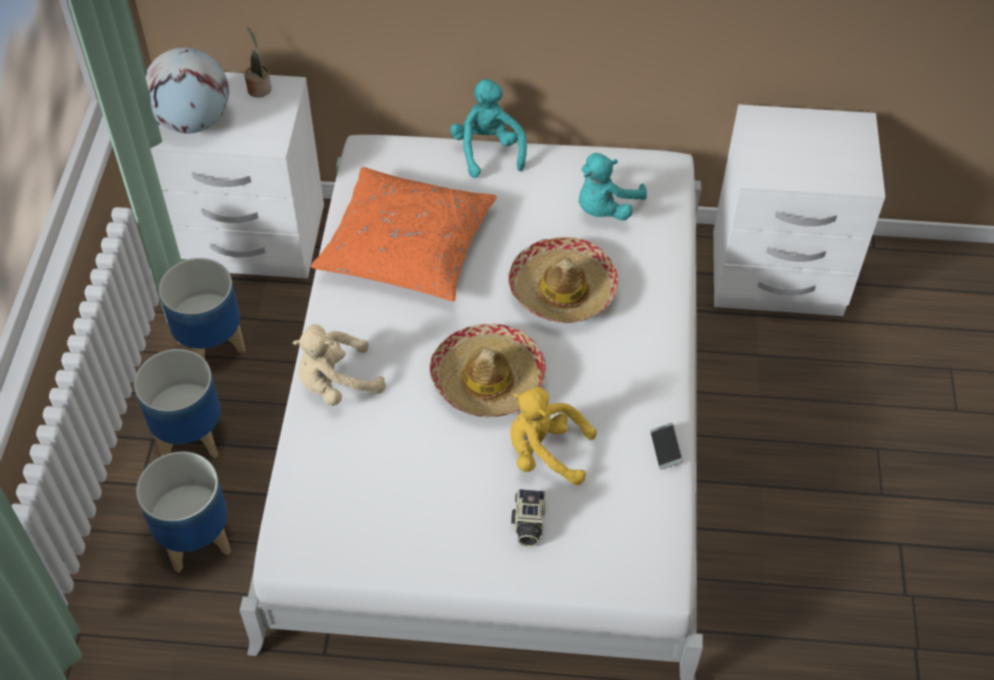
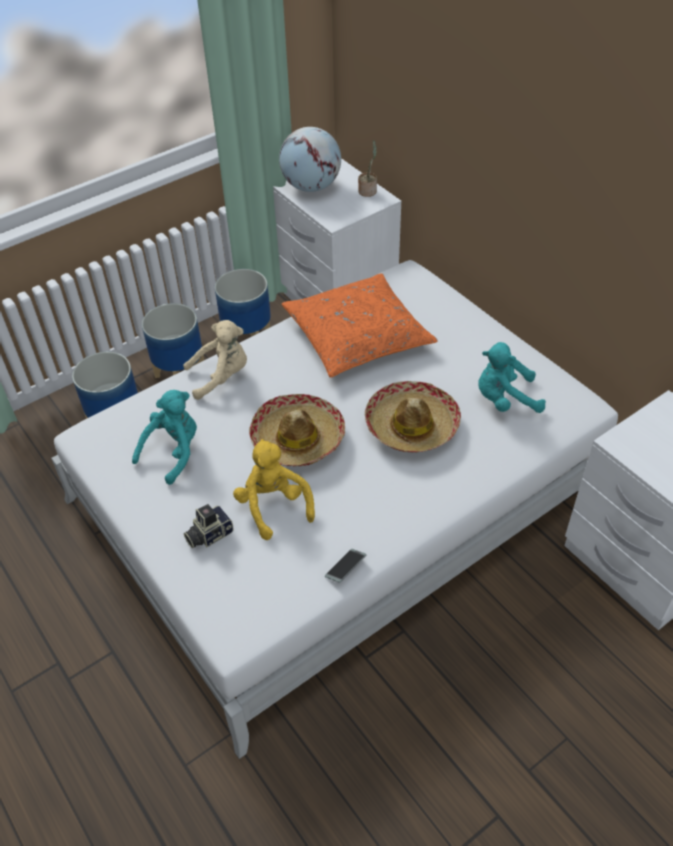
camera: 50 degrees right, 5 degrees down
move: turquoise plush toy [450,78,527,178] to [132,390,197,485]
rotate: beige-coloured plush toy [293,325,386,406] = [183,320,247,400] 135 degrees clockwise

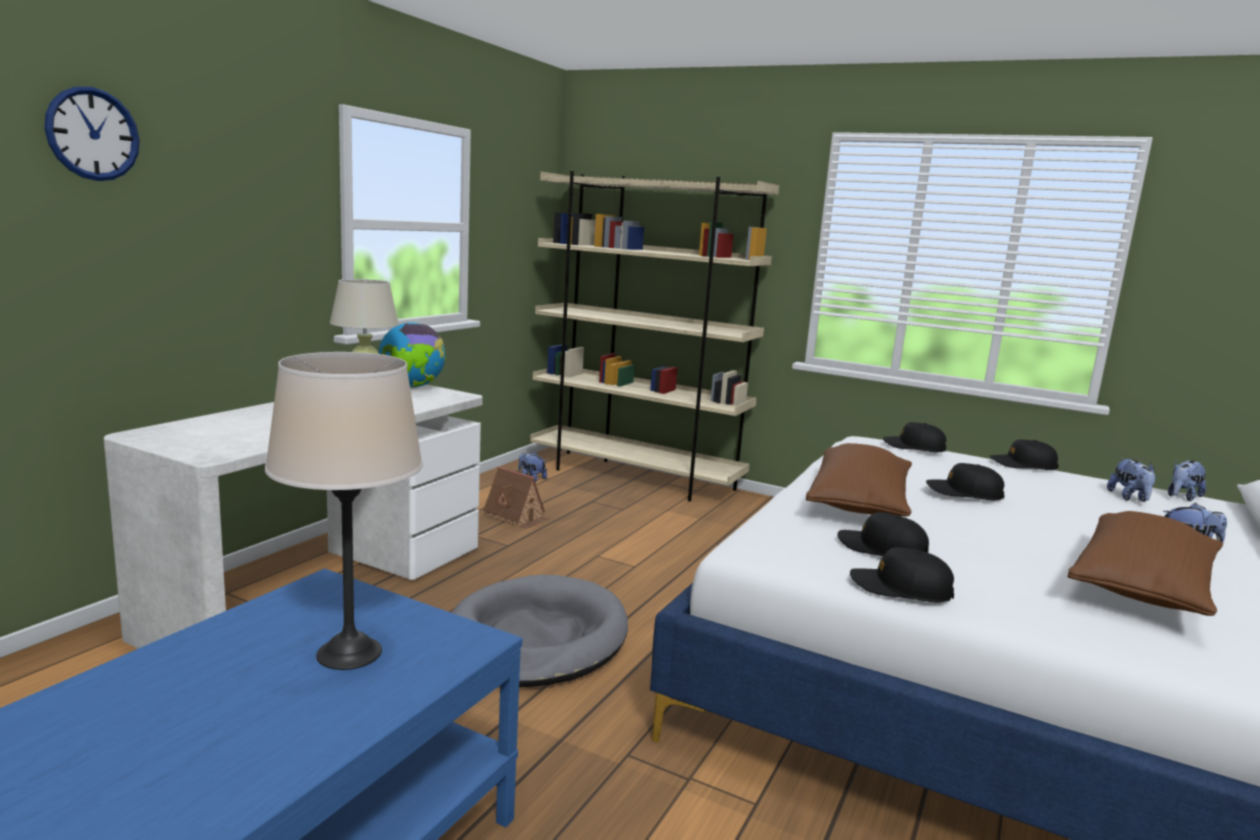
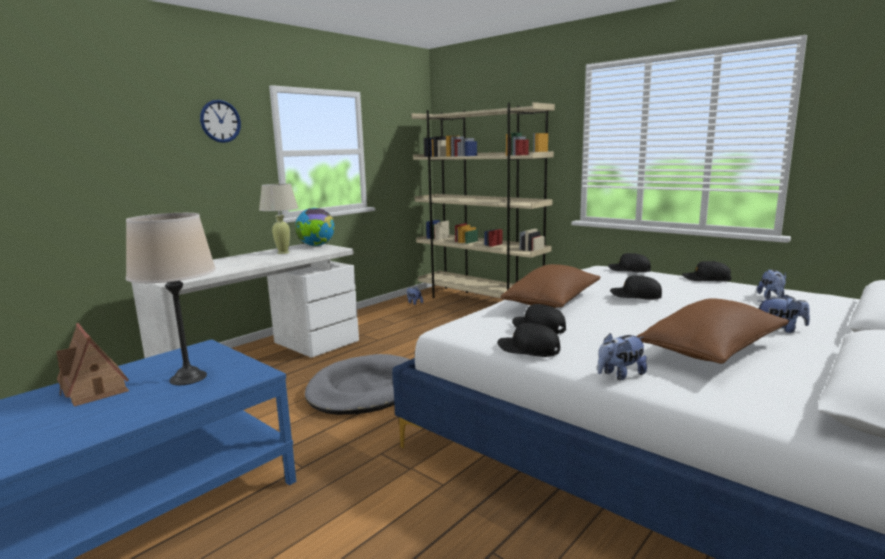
camera: 15 degrees right, 0 degrees up
move: clock on the wall [45,87,140,181] to [200,100,241,143]; plush toy [1168,460,1206,501] to [598,333,647,380]; model house [483,466,549,529] to [56,323,129,407]

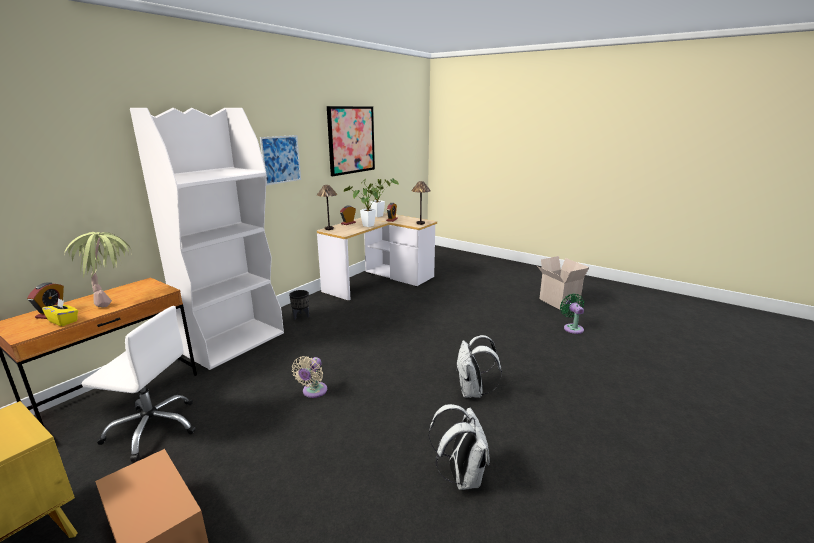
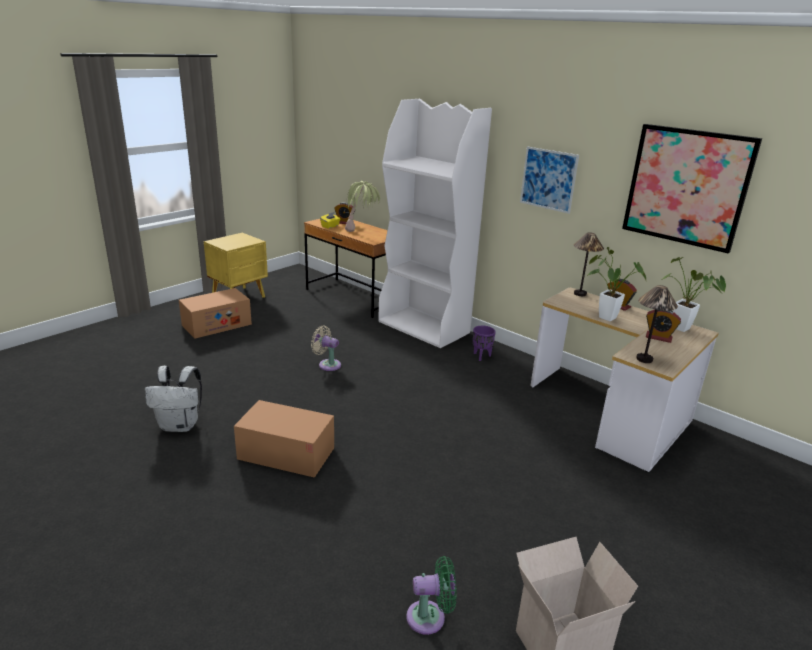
camera: 95 degrees right, 5 degrees up
delete: white-coloured computer chair [82,306,196,462]
replace: white-coloured backpack [456,335,502,398] to cardboard box [234,400,334,478]
recolor: black-coloured planter [289,290,309,319] to purple planter [473,326,496,361]

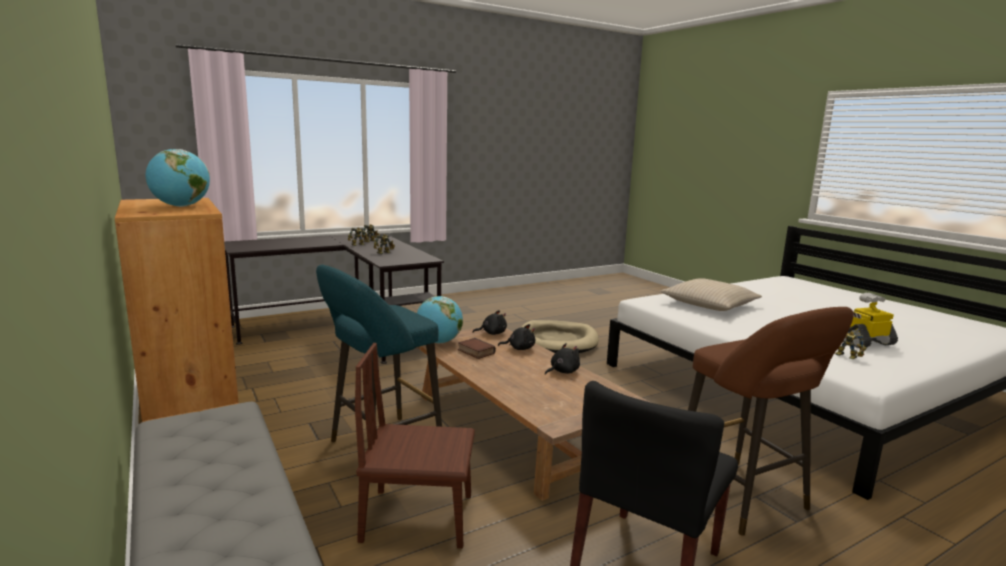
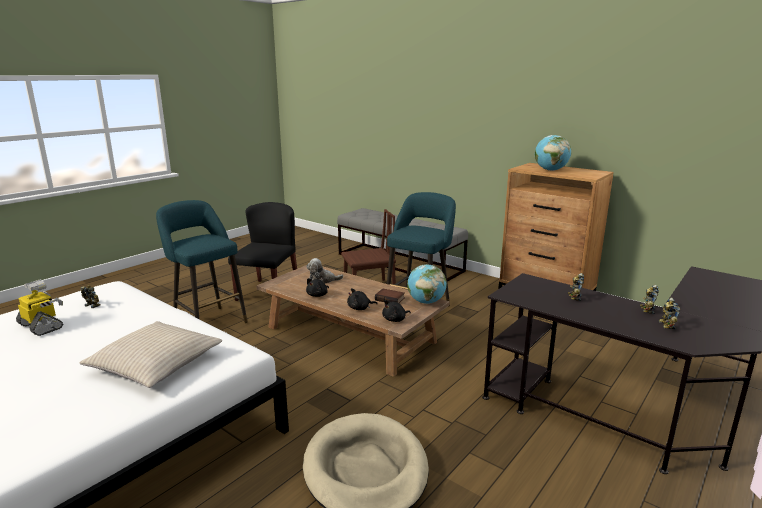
camera: 160 degrees right, 5 degrees up
insert: plush toy [306,258,343,284]
recolor: brown stool [688,307,854,536] to turquoise stool [156,200,248,323]
rotate: model robot [843,293,898,348] = [16,279,63,336] 105 degrees counterclockwise

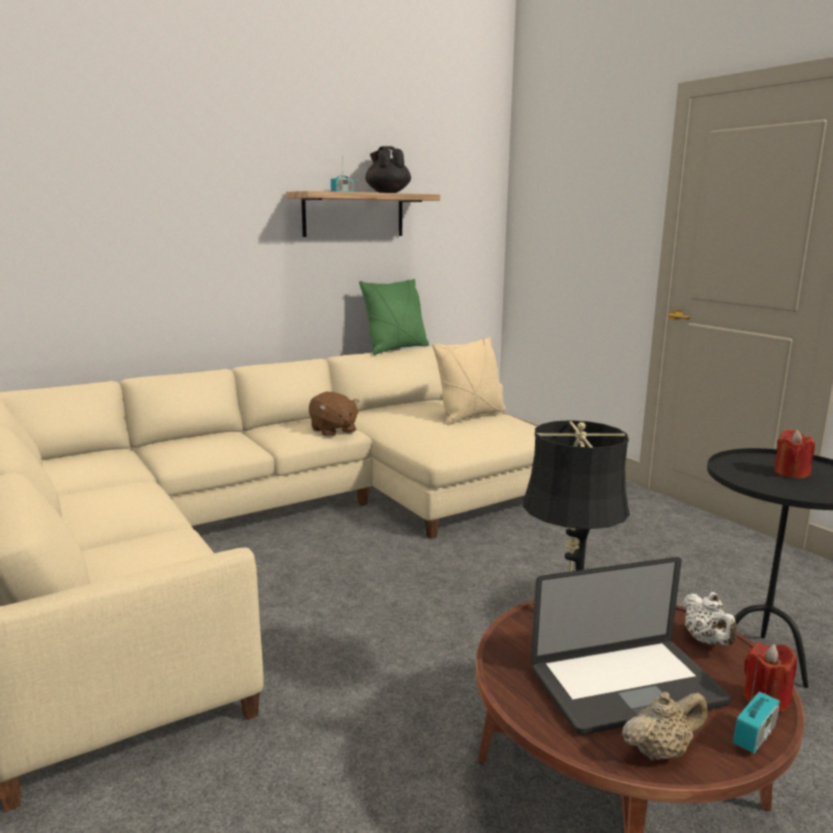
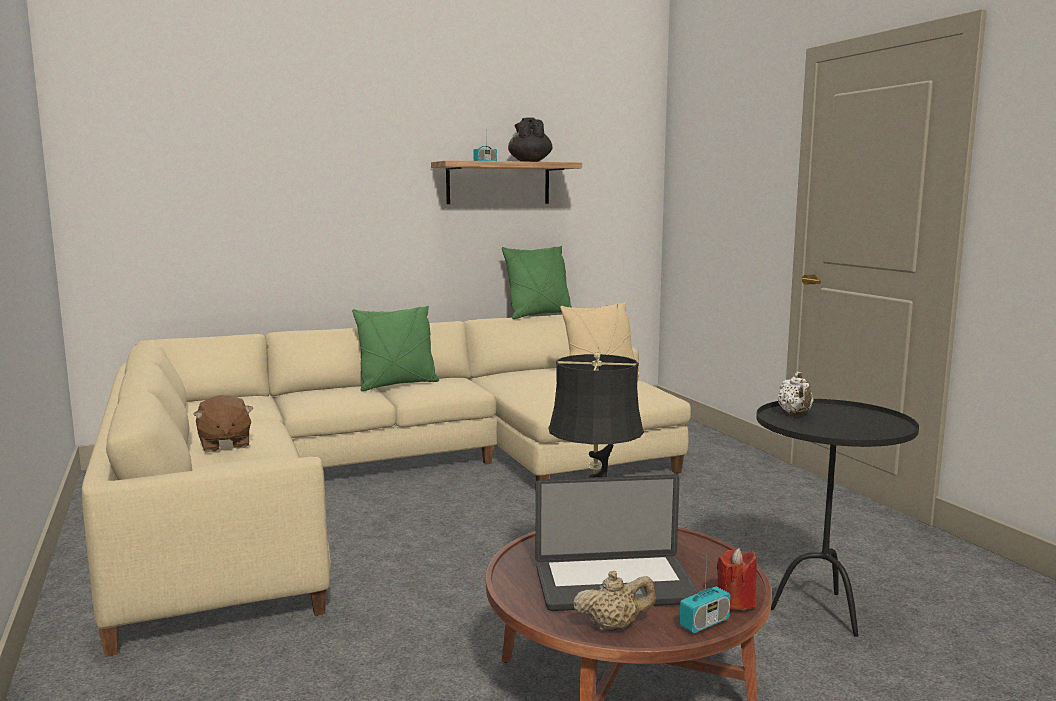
camera: 10 degrees right, 5 degrees down
delete: reddish wax light [775,429,815,478]
insert: green cushion [352,306,439,391]
move: brown plush toy [309,392,360,437] to [193,395,254,452]; white-coloured pot for tea [683,592,737,646] to [778,372,813,415]

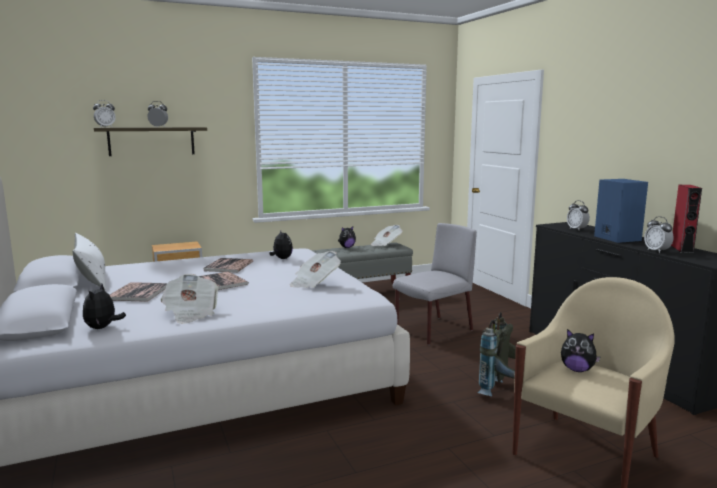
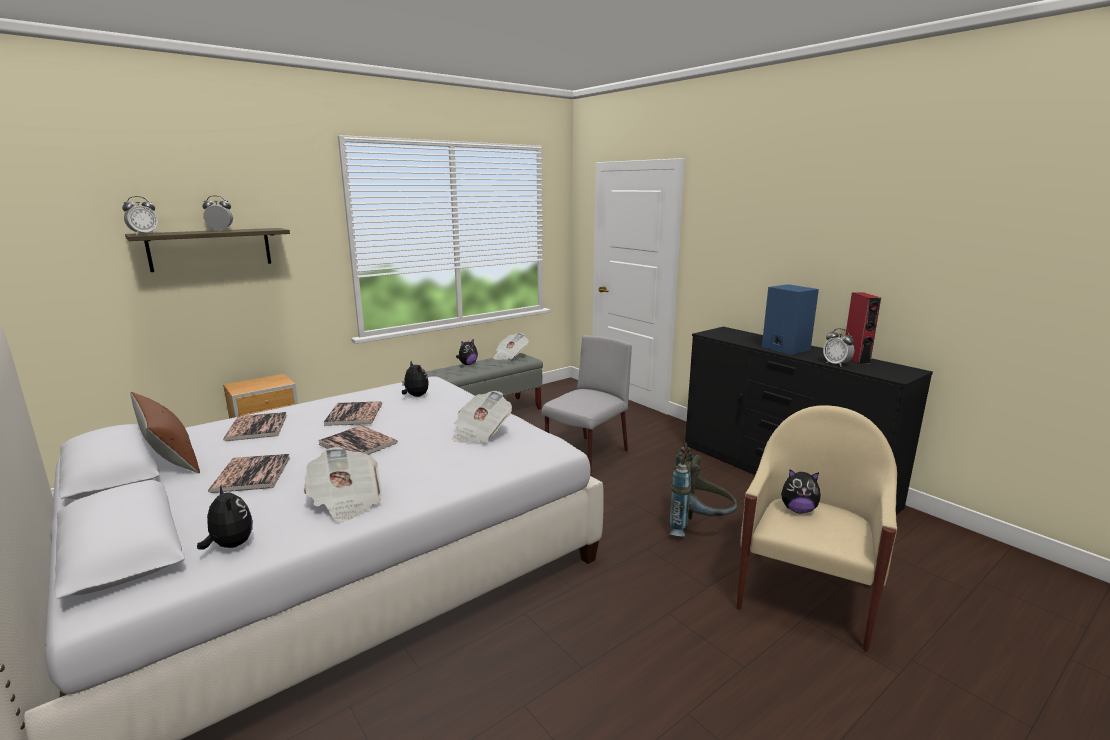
camera: 15 degrees left, 5 degrees up
delete: table clock [567,200,590,230]
insert: volume [223,412,287,441]
recolor: white-coloured cushion [72,233,106,290] to brown cushion [130,392,200,474]
rotate: plush toy [83,284,126,329] = [197,485,253,550] 150 degrees clockwise

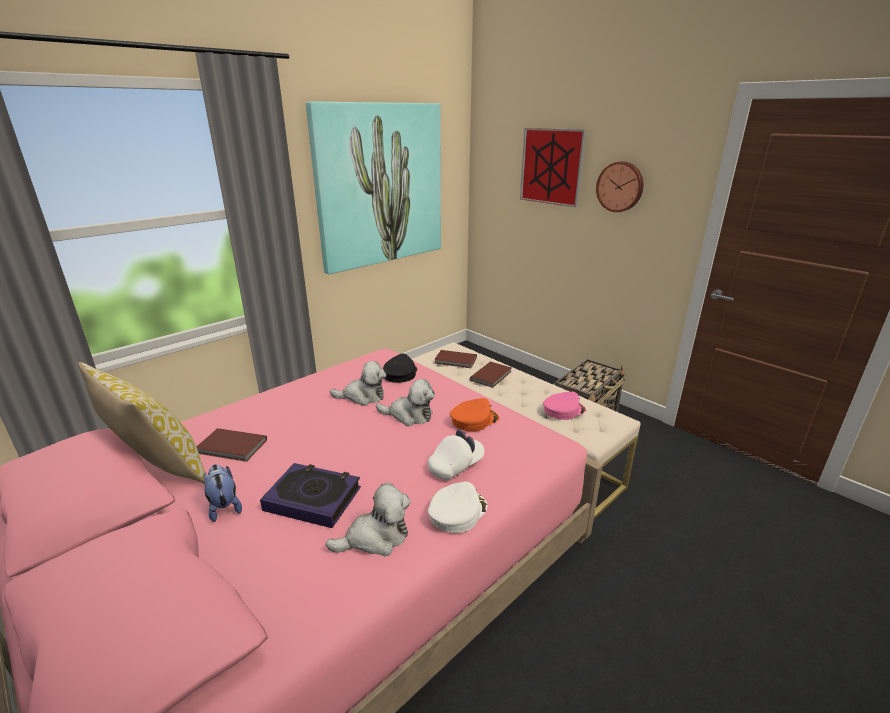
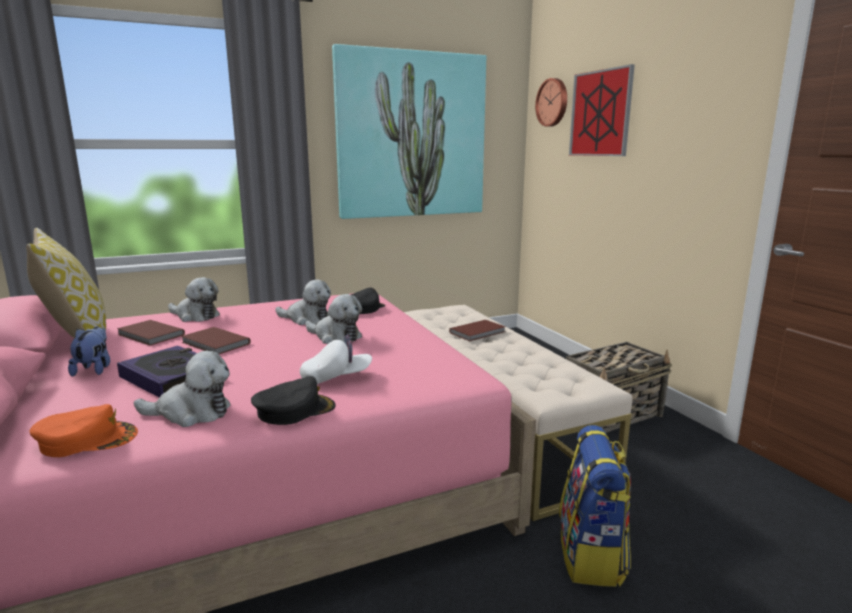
camera: 20 degrees right, 10 degrees down
delete: pink baseball cap [543,392,586,420]
insert: plush toy [168,277,220,322]; backpack [559,425,631,587]
move: clock on the wall [596,161,643,212] to [535,78,567,127]; brown volume [434,350,477,368] to [181,327,251,354]; orangey baseball cap [450,398,499,432] to [30,404,138,457]
recolor: white-coloured baseball cap [428,481,488,533] to black-coloured baseball cap [251,376,336,425]

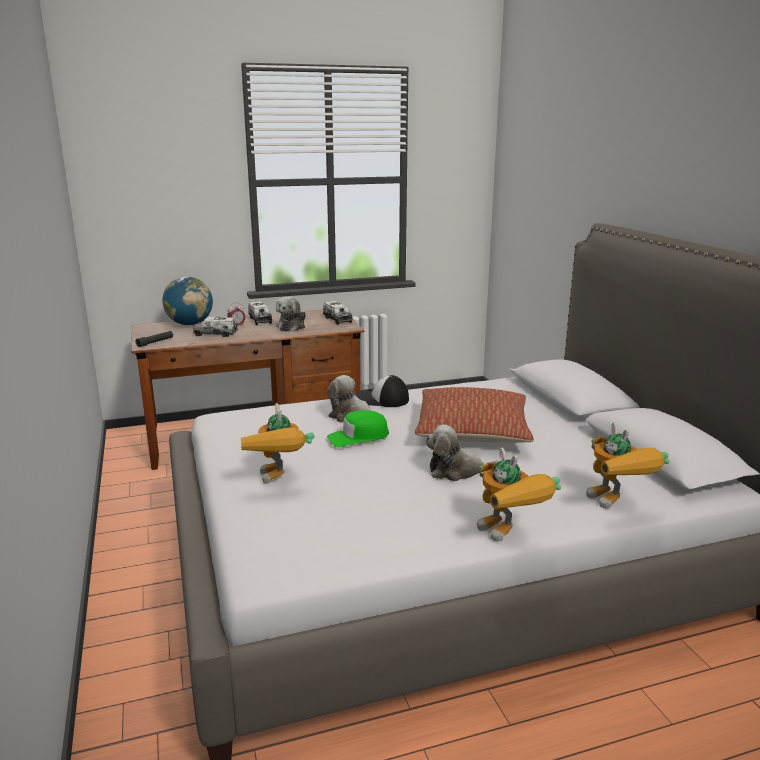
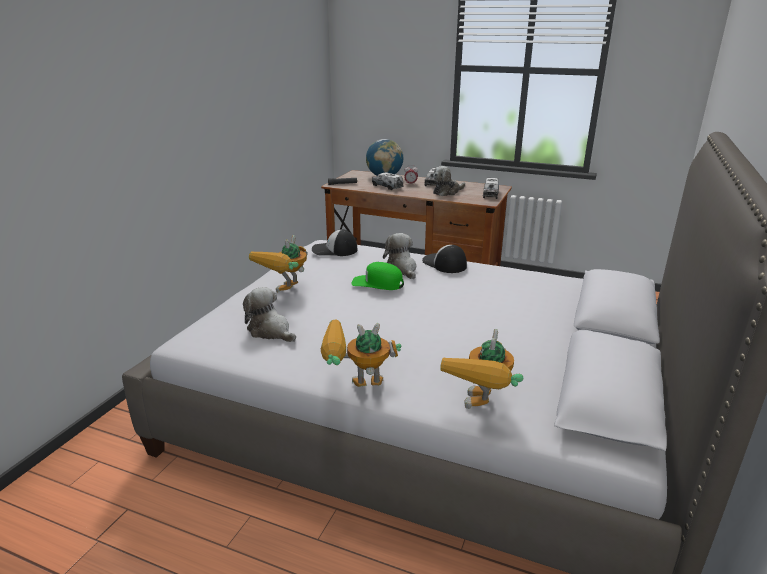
camera: 40 degrees right, 5 degrees up
delete: cushion [415,387,534,443]
insert: baseball cap [312,229,357,256]
move: plush toy [426,425,499,481] to [243,287,296,342]
rotate: model robot [477,448,561,542] = [321,319,401,387] 75 degrees clockwise

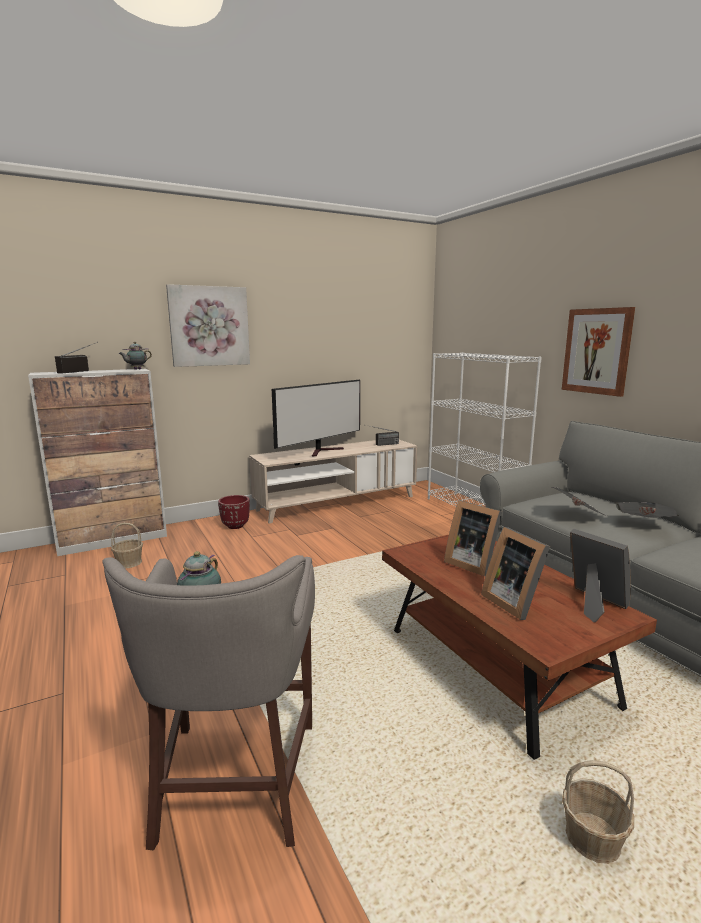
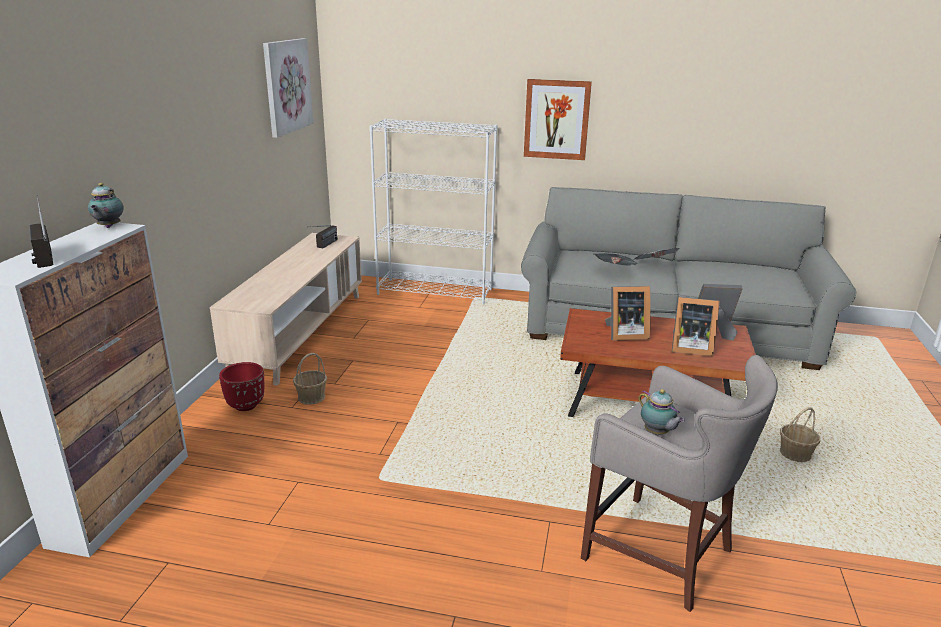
camera: 50 degrees left, 10 degrees up
delete: television [272,380,360,456]
move: picture [166,284,250,367] to [263,38,313,138]; storage basket [111,523,143,569] to [293,353,327,405]

